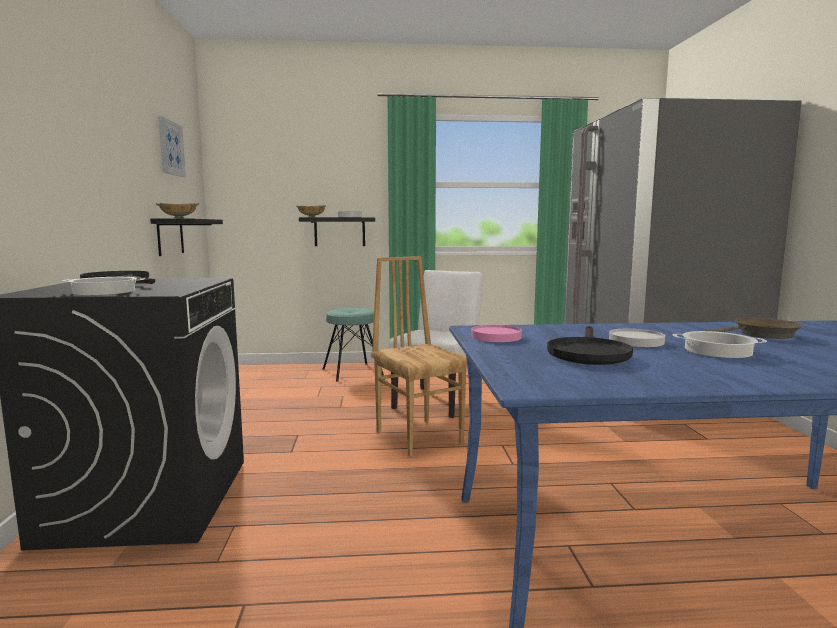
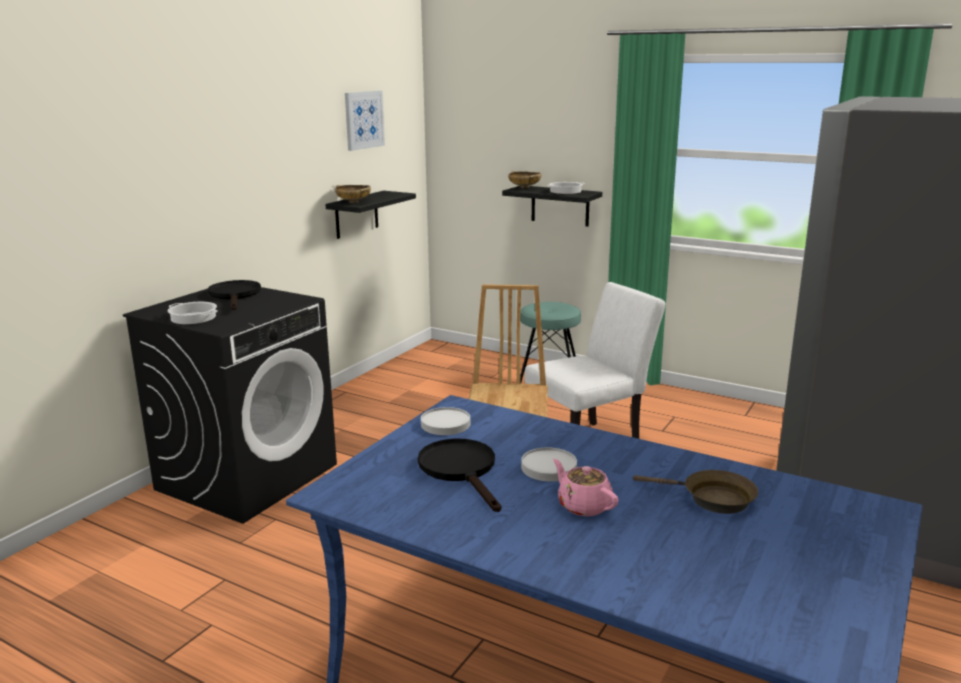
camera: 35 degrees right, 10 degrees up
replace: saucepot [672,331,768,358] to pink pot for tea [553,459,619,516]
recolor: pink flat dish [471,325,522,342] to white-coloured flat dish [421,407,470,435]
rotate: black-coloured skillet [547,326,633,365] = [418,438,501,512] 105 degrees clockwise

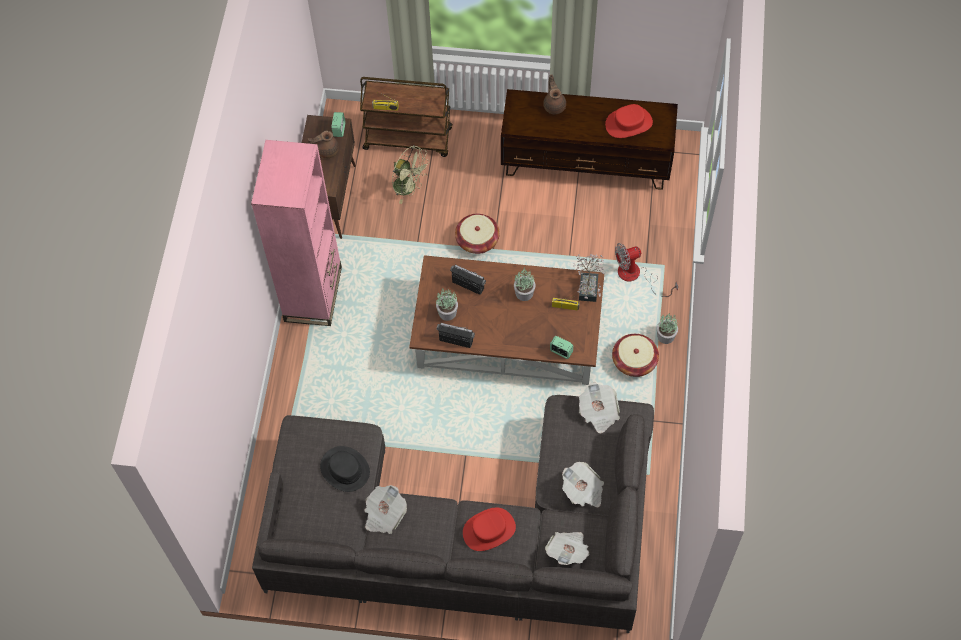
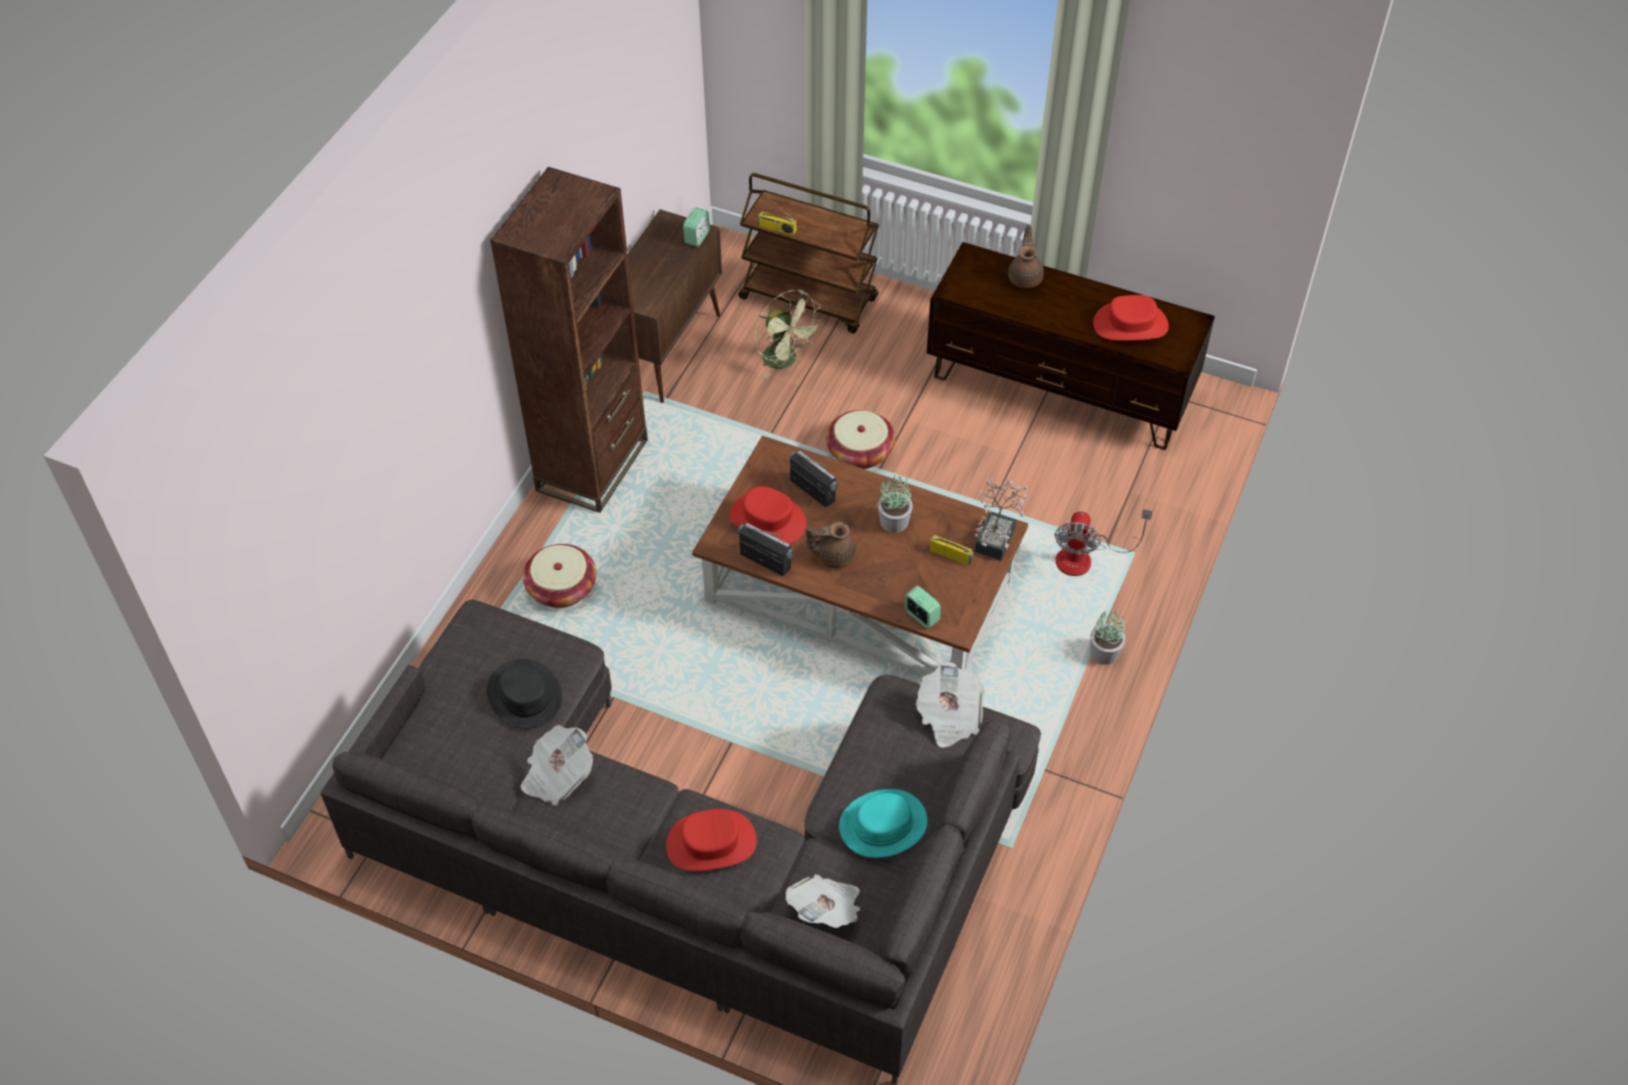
camera: 15 degrees right, 10 degrees down
move: brown pot for tea [308,131,339,159] to [806,522,856,568]; storage basket [612,334,659,377] to [523,544,596,608]
replace: potted plant [436,289,458,321] to reddish hat [729,486,806,544]; printed paper [562,462,604,508] to turquoise hat [839,789,928,858]
recolor: pink bookcase [251,140,342,326] to brown bookcase [490,167,648,513]
rotate: cooling fan [615,243,678,297] = [1054,509,1152,576] 75 degrees counterclockwise

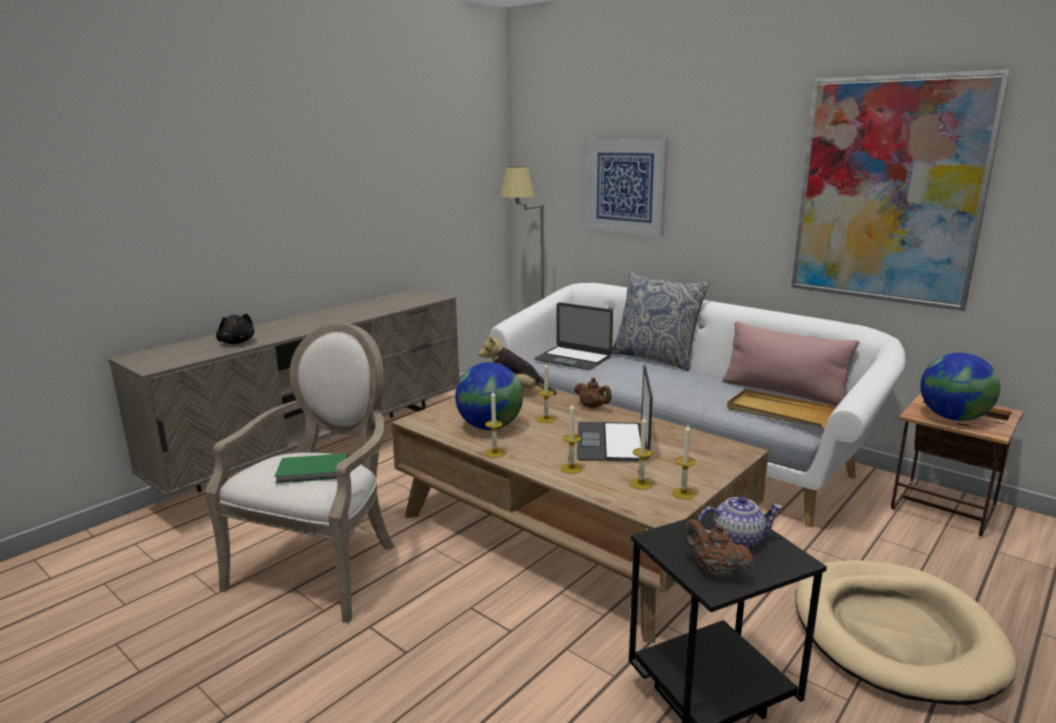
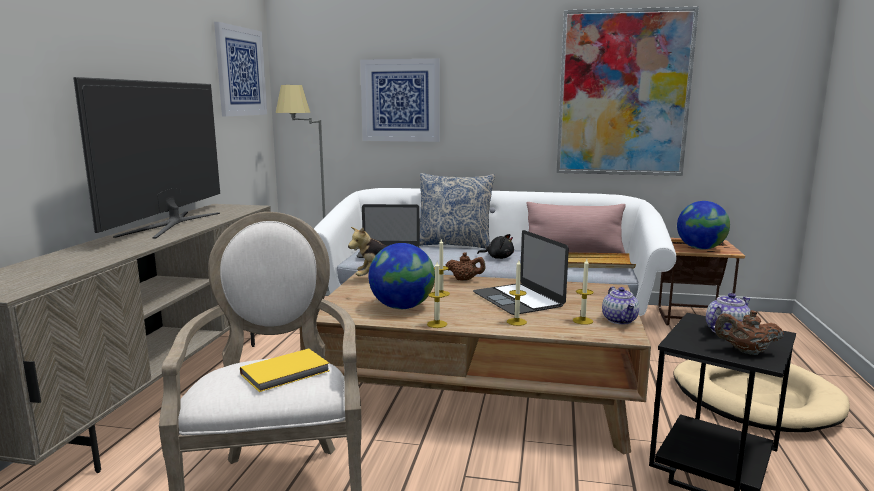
camera: 30 degrees left, 5 degrees down
insert: picture [214,22,267,117]; television [73,77,220,239]
move: black-coloured plush toy [216,313,254,344] to [477,234,514,259]
replace: wax light [672,425,696,500] to pot for tea [602,287,639,324]
recolor: green volume [274,453,348,484] to yellow volume [240,349,330,392]

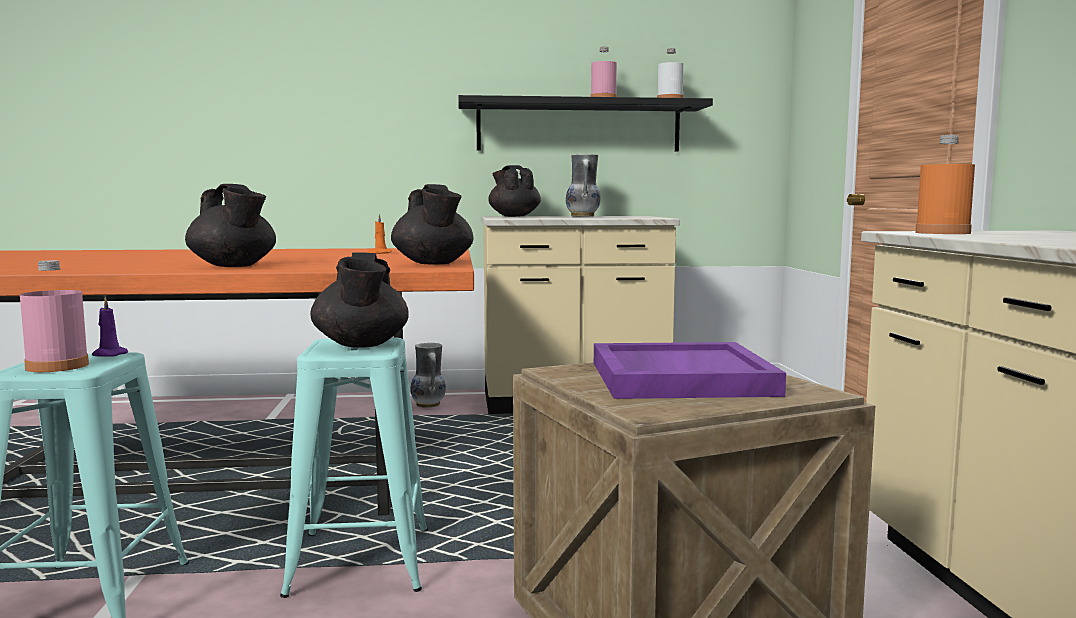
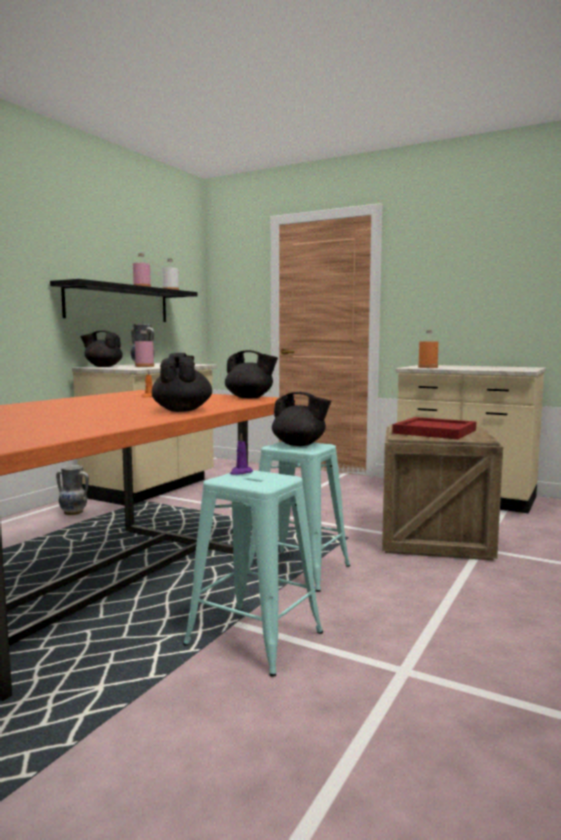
camera: 55 degrees left, 0 degrees up
move: pink beverage bottle [20,260,89,372] to [135,330,154,367]
recolor: purple carrying tray [594,342,786,399] to reddish carrying tray [392,417,476,439]
rotate: black-coloured pot for tea [185,184,276,267] = [152,353,212,412] 90 degrees counterclockwise

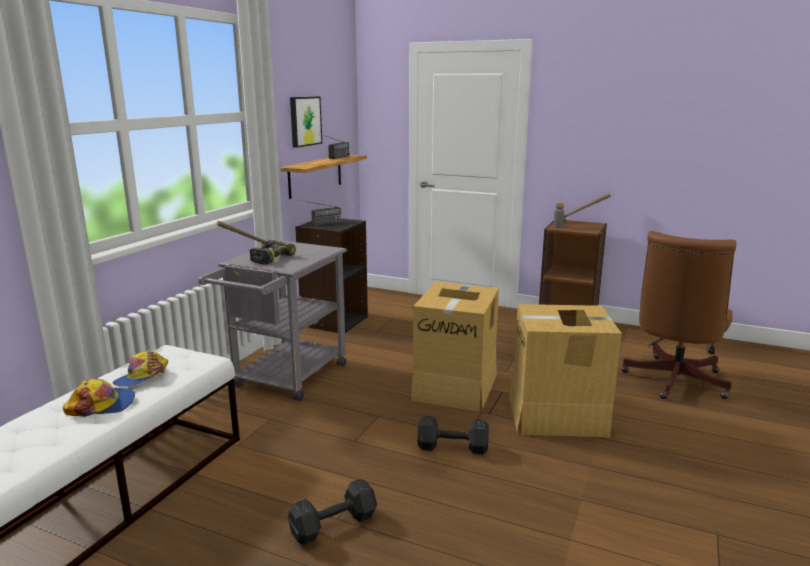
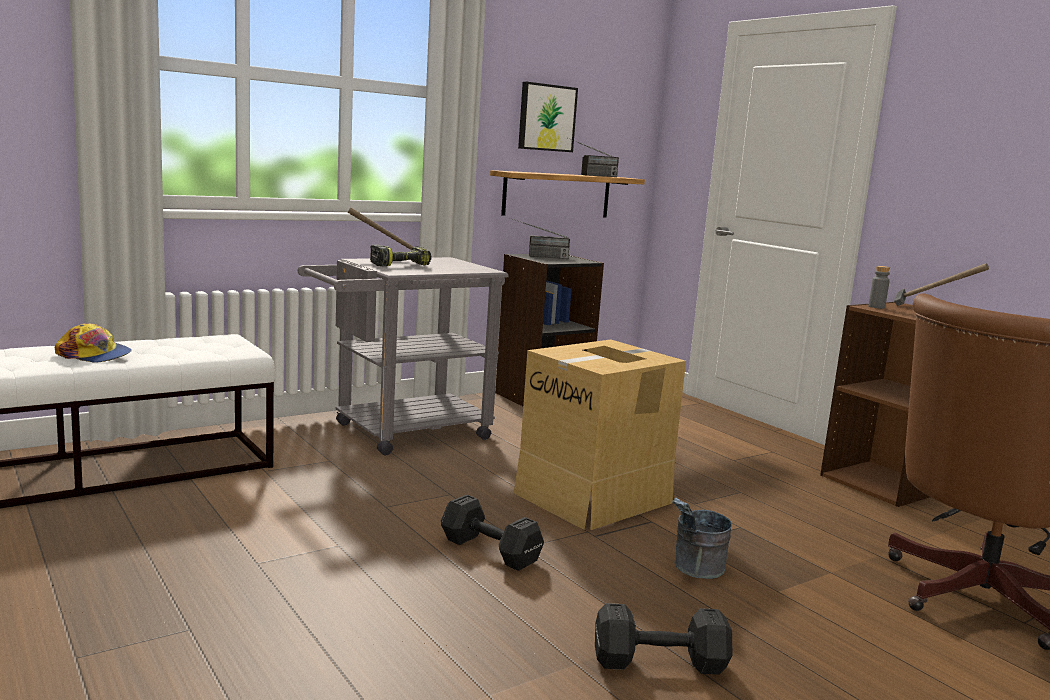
camera: 30 degrees right, 5 degrees down
delete: baseball cap [112,350,168,386]
move: black-coloured dumbbell [288,479,377,545] to [595,603,733,675]
replace: cardboard box [509,304,622,437] to gray pail [672,497,732,579]

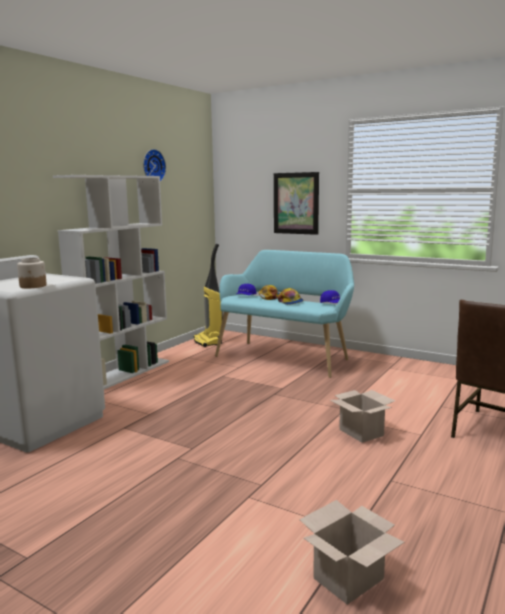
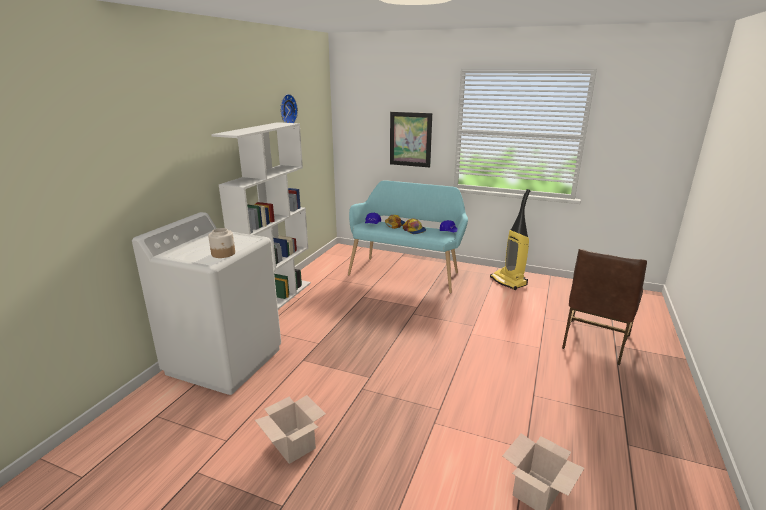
camera: 10 degrees left, 10 degrees up
move: vacuum cleaner [194,244,223,347] to [490,189,531,290]; cardboard box [330,390,395,443] to [255,395,326,464]

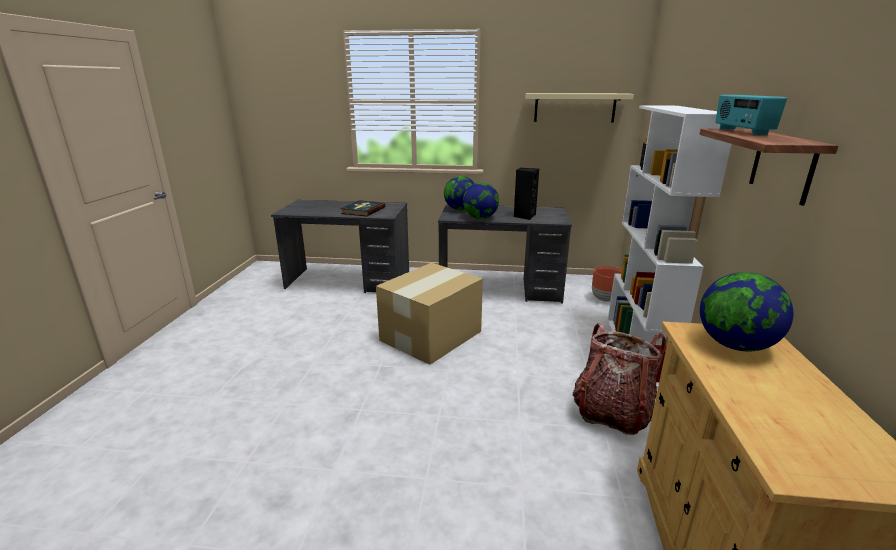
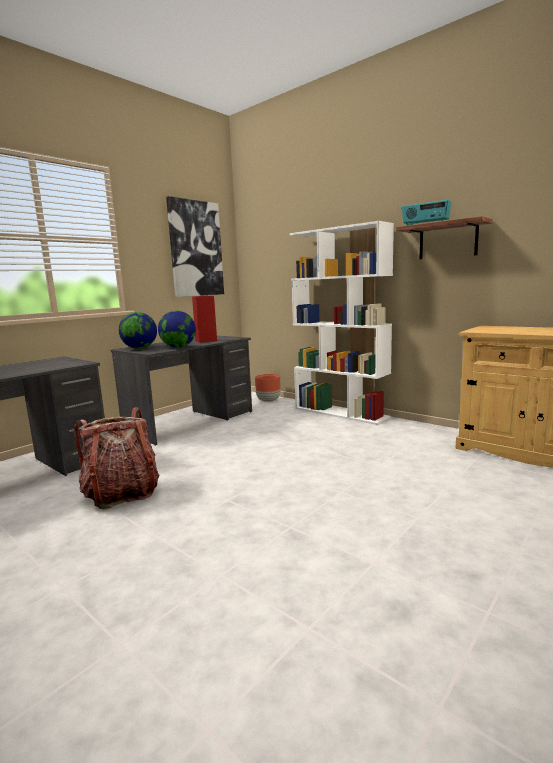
camera: 55 degrees left, 10 degrees down
delete: volume [341,200,385,216]; cardboard box [376,263,483,365]; globe [700,272,793,351]
move: backpack [573,323,666,435] to [74,407,159,509]
replace: beige-coloured wall shelf [525,93,634,123] to picture [166,196,224,297]
recolor: black-coloured speaker [514,168,539,220] to reddish speaker [192,296,217,343]

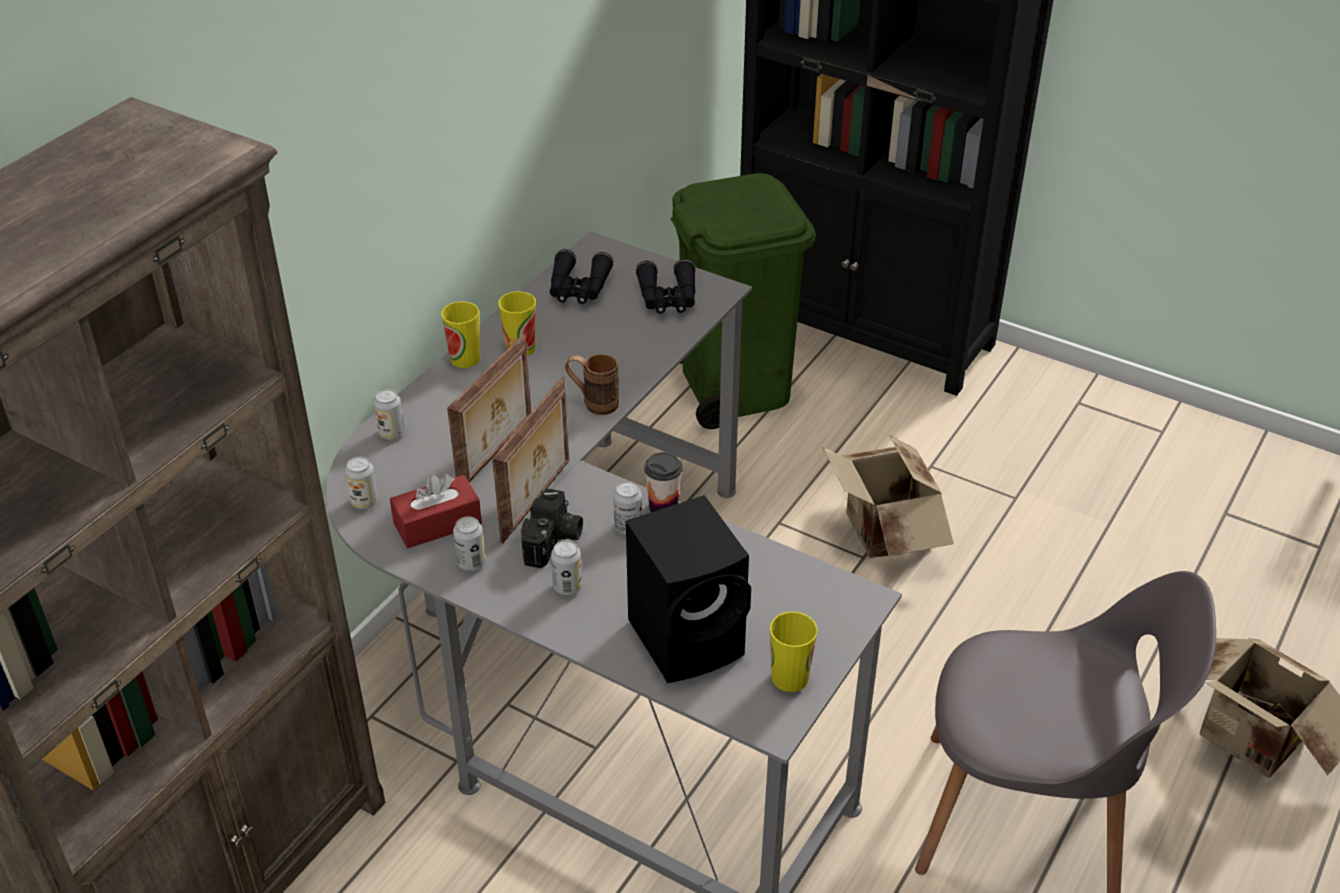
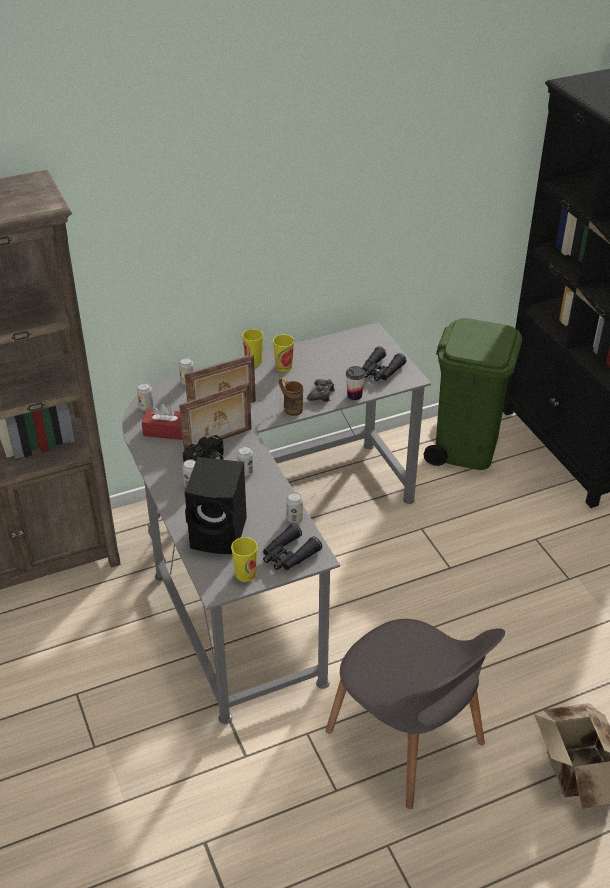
camera: 35 degrees right, 0 degrees up
delete: cardboard box [822,435,954,558]
insert: black-coloured gamepad [307,379,335,402]
move: black-coloured field glasses [550,249,614,304] to [263,523,322,570]; drinking cup [644,452,683,512] to [346,366,365,400]; can [453,516,486,571] to [286,492,303,523]

